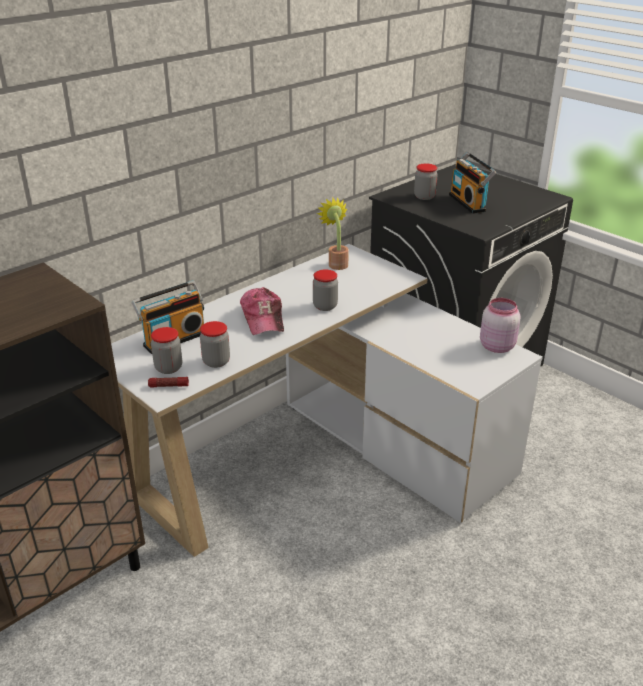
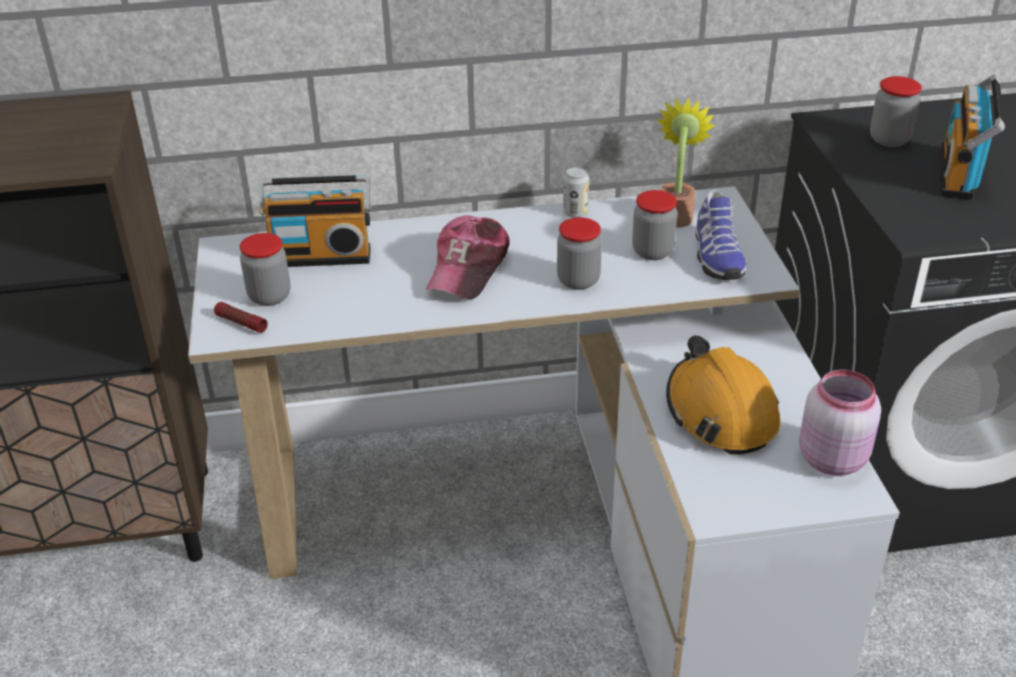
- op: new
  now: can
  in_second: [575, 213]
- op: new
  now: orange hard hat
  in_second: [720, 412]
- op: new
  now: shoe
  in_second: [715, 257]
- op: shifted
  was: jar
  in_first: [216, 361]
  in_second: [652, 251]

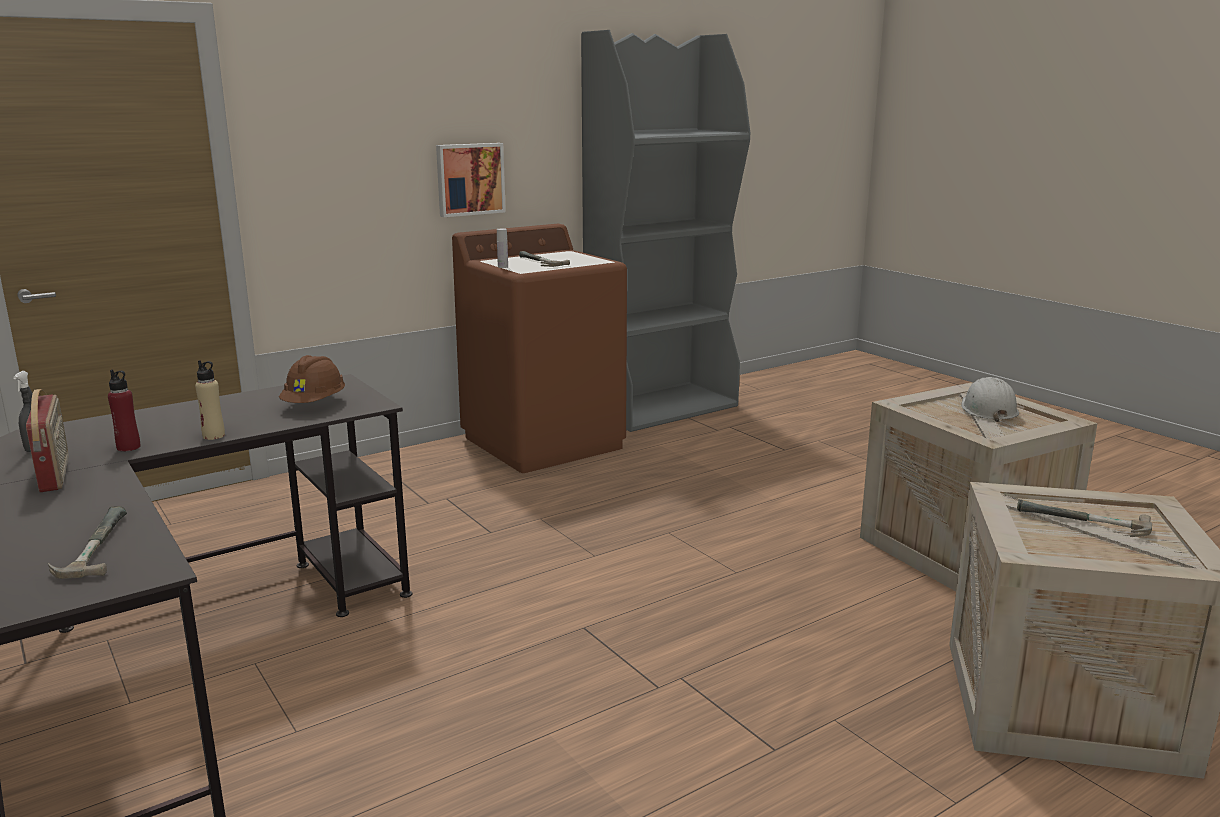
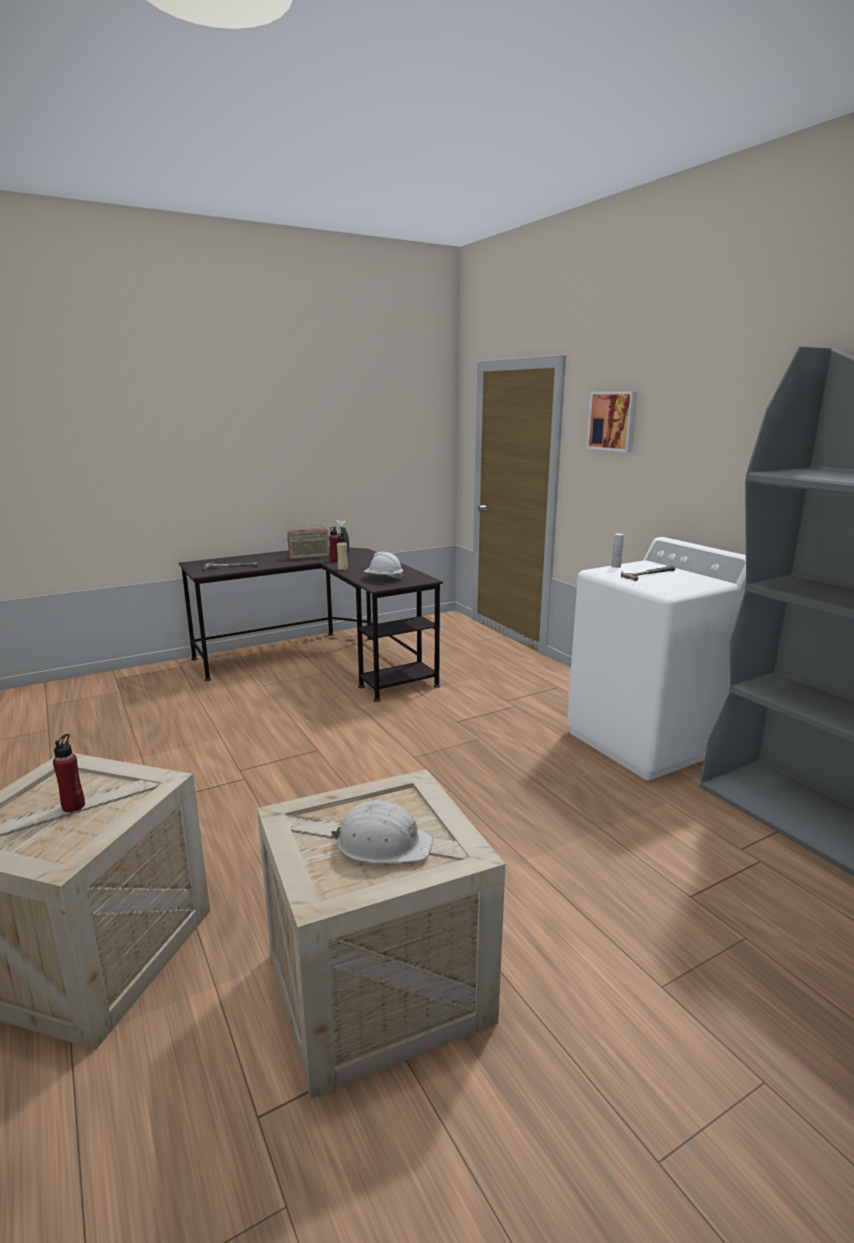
- op: shifted
  was: picture
  in_first: [469, 179]
  in_second: [613, 421]
- op: swapped
  was: hammer
  now: red bottle
  in_first: [1083, 523]
  in_second: [73, 806]
- op: repainted
  was: brown hard hat
  now: white hard hat
  in_first: [315, 404]
  in_second: [383, 578]
- op: repainted
  was: brown washing machine
  now: white washing machine
  in_first: [544, 442]
  in_second: [646, 741]

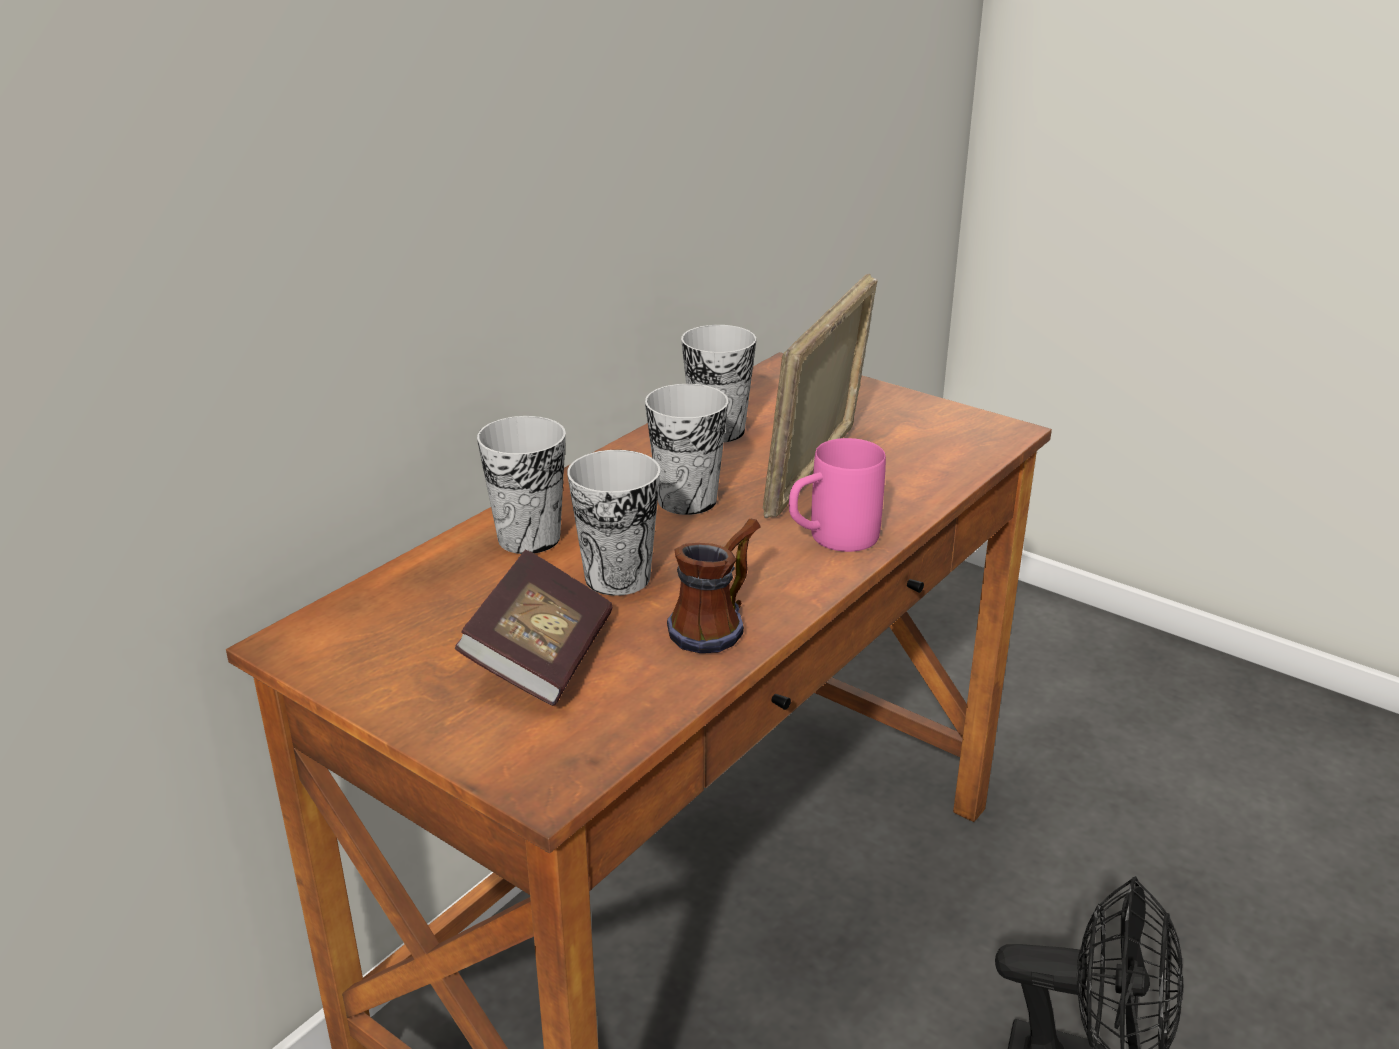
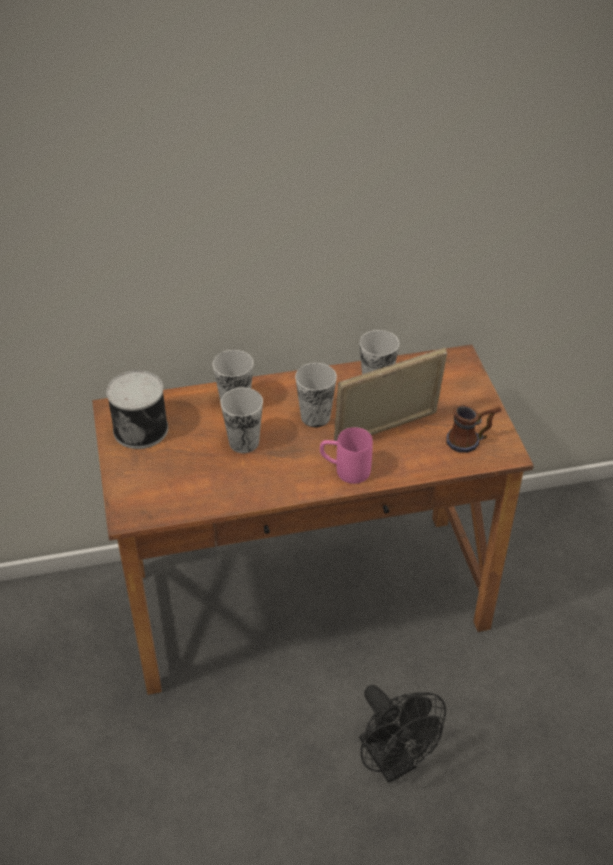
- op: gone
  was: book
  in_first: [541, 657]
- op: new
  now: can
  in_second: [141, 428]
- op: shifted
  was: mug
  in_first: [718, 623]
  in_second: [471, 440]

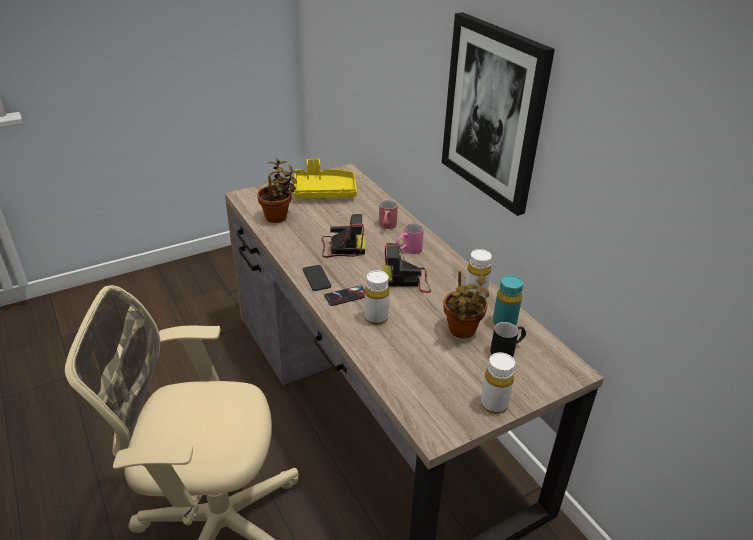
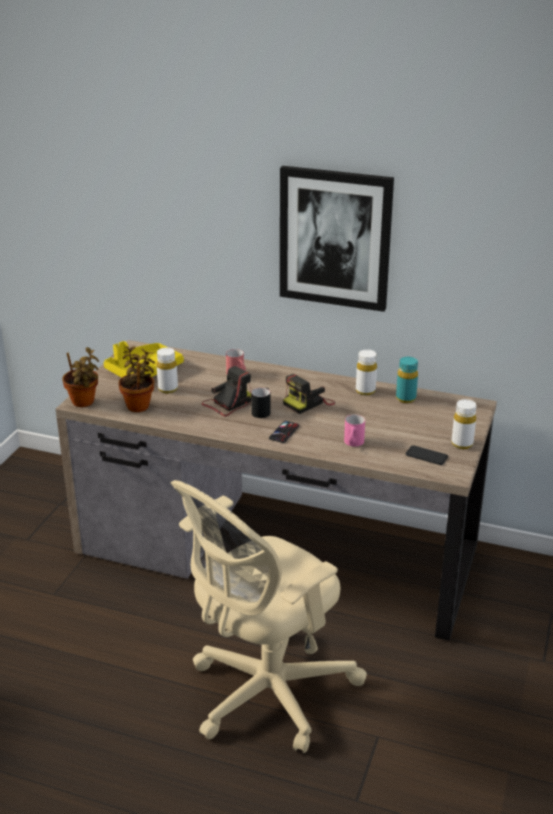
- op: shifted
  was: phone
  in_first: [316, 278]
  in_second: [426, 456]
- op: shifted
  was: white bottle
  in_first: [376, 318]
  in_second: [168, 389]
- op: shifted
  was: pink mug
  in_first: [408, 250]
  in_second: [353, 444]
- op: shifted
  was: potted plant
  in_first: [462, 332]
  in_second: [84, 403]
- op: shifted
  was: black mug
  in_first: [507, 350]
  in_second: [262, 410]

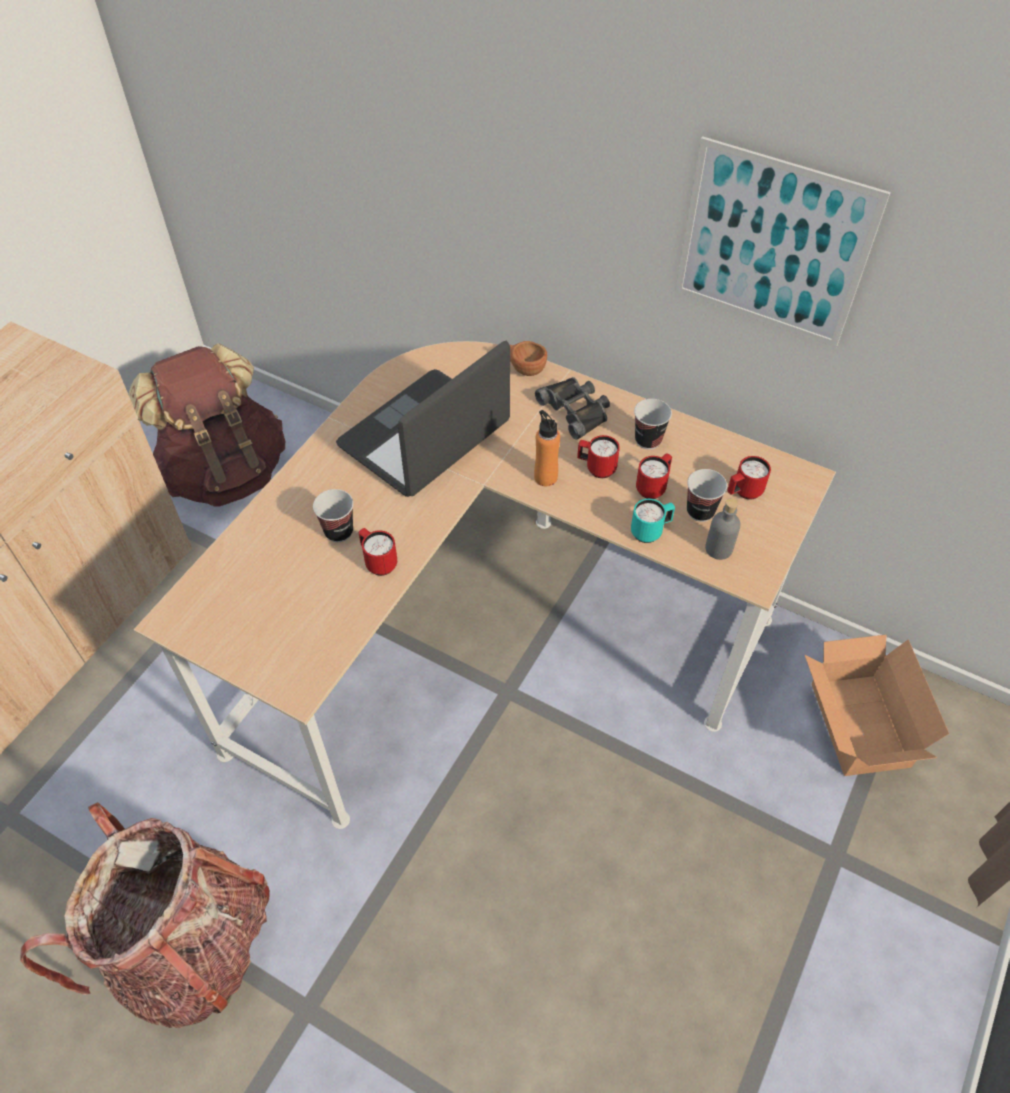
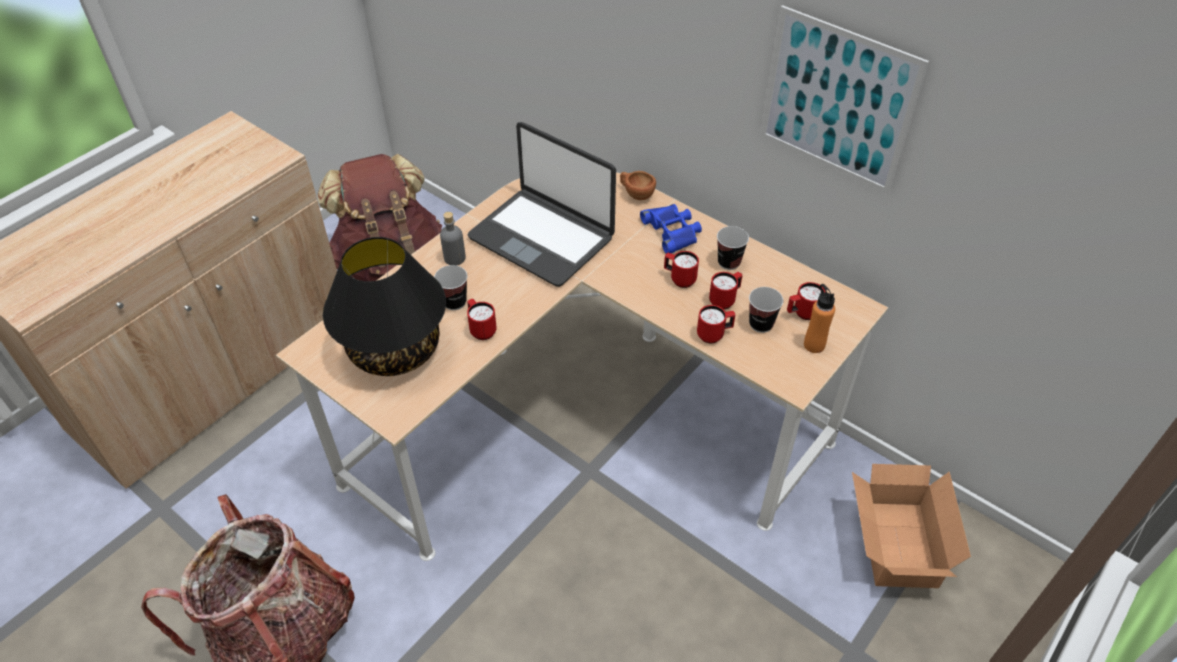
- op: new
  now: black table lamp
  in_second: [394, 349]
- op: shifted
  was: orange bottle
  in_first: [545, 477]
  in_second: [814, 345]
- op: shifted
  was: grey bottle
  in_first: [718, 548]
  in_second: [454, 258]
- op: repainted
  was: black binoculars
  now: blue binoculars
  in_first: [576, 410]
  in_second: [672, 231]
- op: repainted
  was: turquoise mug
  now: red mug
  in_first: [650, 531]
  in_second: [714, 335]
- op: rotated
  was: laptop
  in_first: [425, 436]
  in_second: [542, 237]
  clockwise: -105

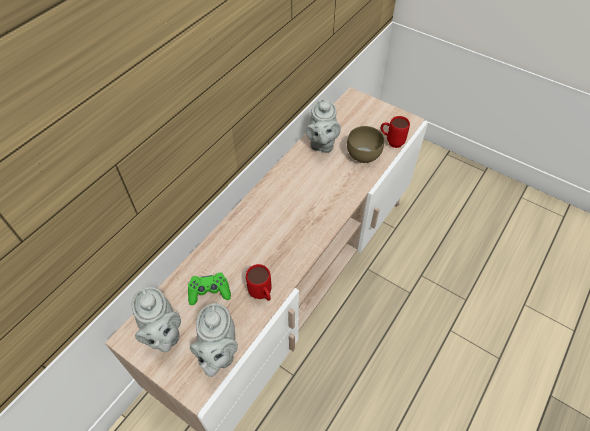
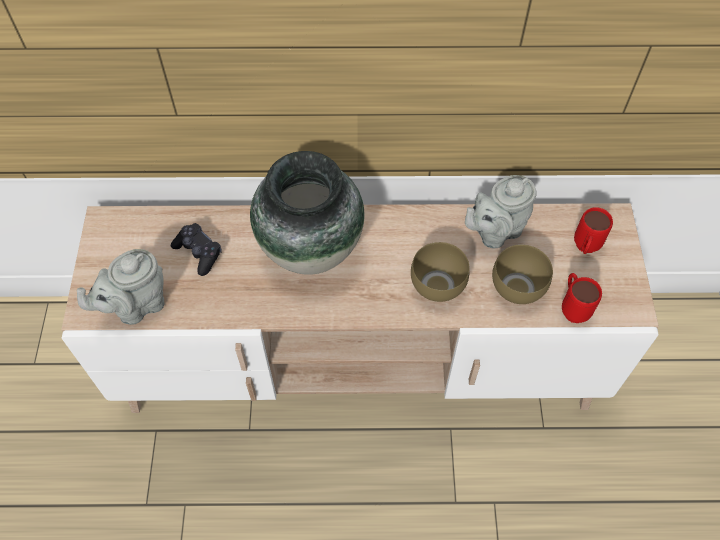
- op: gone
  was: grey teapot
  in_first: [163, 334]
- op: new
  now: vase
  in_second: [310, 250]
- op: new
  now: brown bowl
  in_second: [436, 284]
- op: shifted
  was: red mug
  in_first: [262, 295]
  in_second: [584, 249]
- op: repainted
  was: green game controller
  now: black game controller
  in_first: [209, 292]
  in_second: [198, 252]

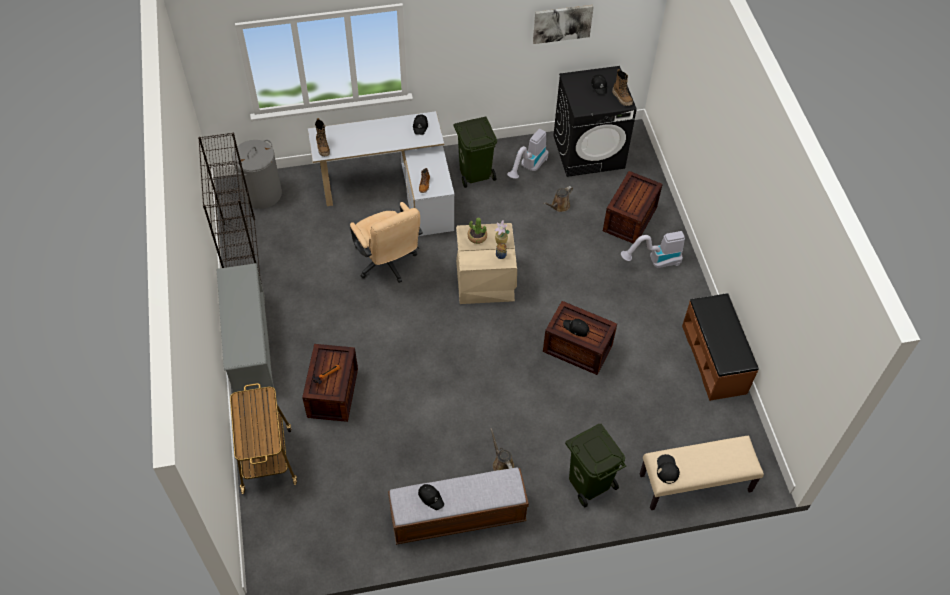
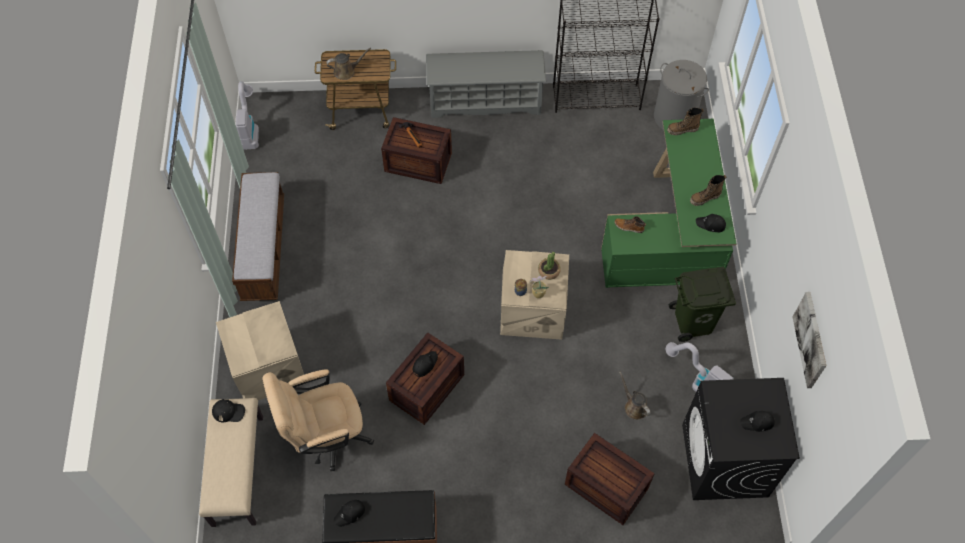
- op: shifted
  was: beige office chair
  in_first: [388, 264]
  in_second: [325, 436]
- op: shifted
  was: black cap
  in_first: [431, 497]
  in_second: [350, 514]
- op: shifted
  was: brown watering can
  in_first: [502, 464]
  in_second: [346, 71]
- op: shifted
  was: boot
  in_first: [622, 98]
  in_second: [705, 198]
- op: shifted
  was: vacuum cleaner
  in_first: [654, 262]
  in_second: [248, 129]
- op: swapped
  was: green trash can
  now: beige storage box
  in_first: [589, 482]
  in_second: [267, 367]
- op: repainted
  was: white desk
  now: green desk
  in_first: [394, 191]
  in_second: [670, 236]

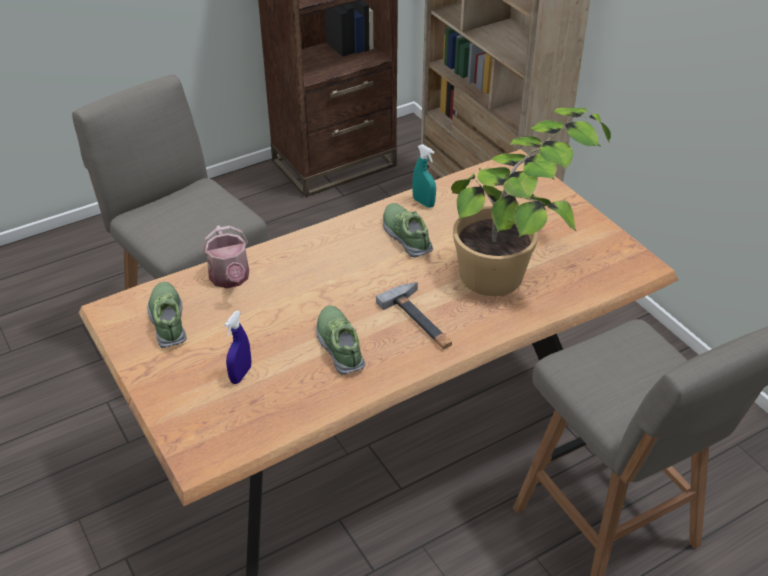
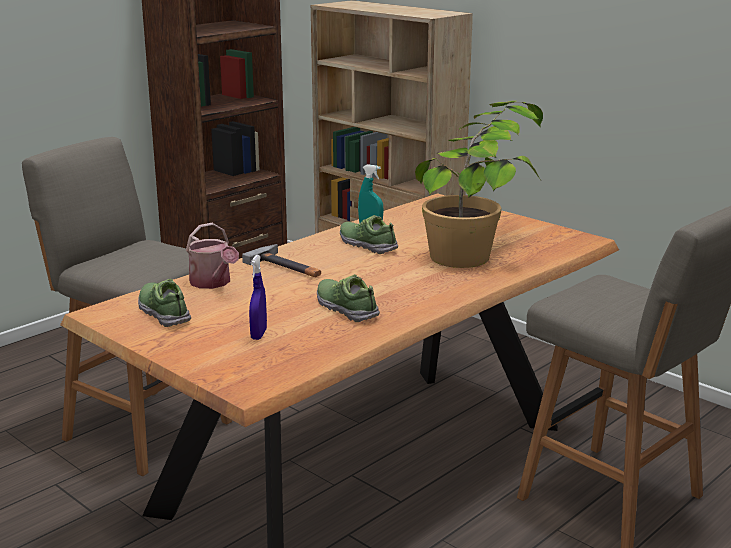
- op: shifted
  was: hammer
  in_first: [421, 320]
  in_second: [288, 267]

